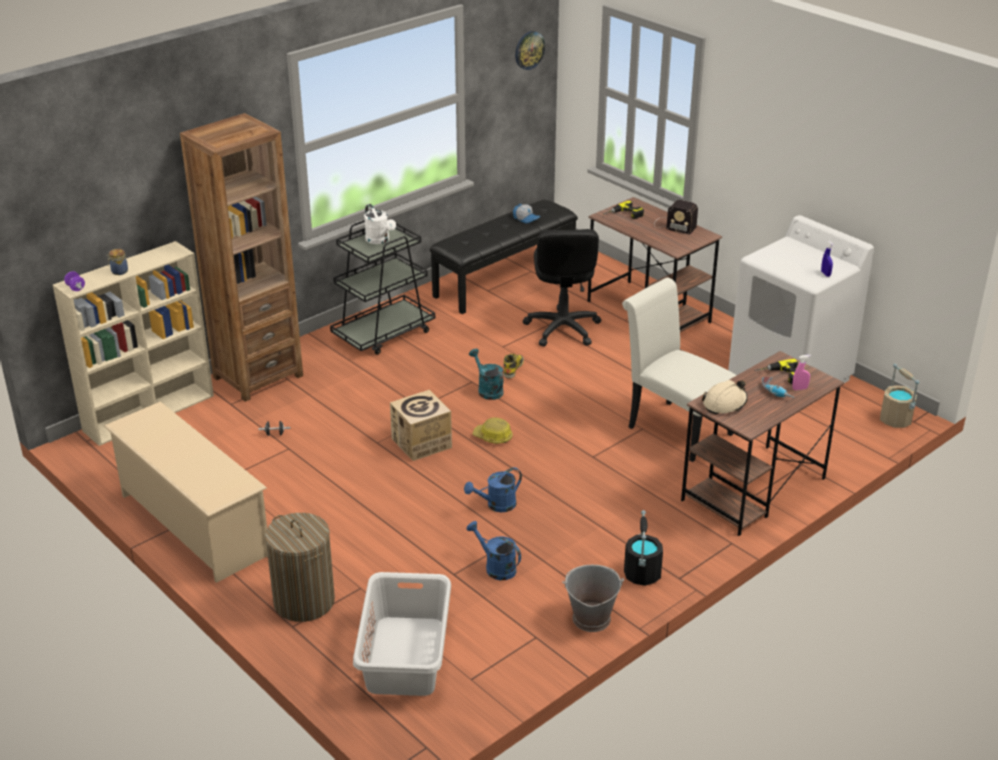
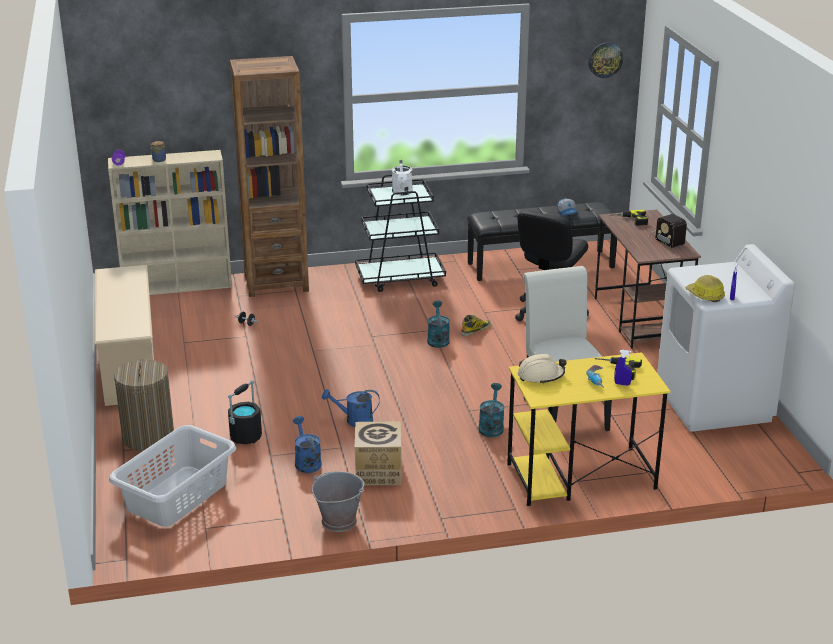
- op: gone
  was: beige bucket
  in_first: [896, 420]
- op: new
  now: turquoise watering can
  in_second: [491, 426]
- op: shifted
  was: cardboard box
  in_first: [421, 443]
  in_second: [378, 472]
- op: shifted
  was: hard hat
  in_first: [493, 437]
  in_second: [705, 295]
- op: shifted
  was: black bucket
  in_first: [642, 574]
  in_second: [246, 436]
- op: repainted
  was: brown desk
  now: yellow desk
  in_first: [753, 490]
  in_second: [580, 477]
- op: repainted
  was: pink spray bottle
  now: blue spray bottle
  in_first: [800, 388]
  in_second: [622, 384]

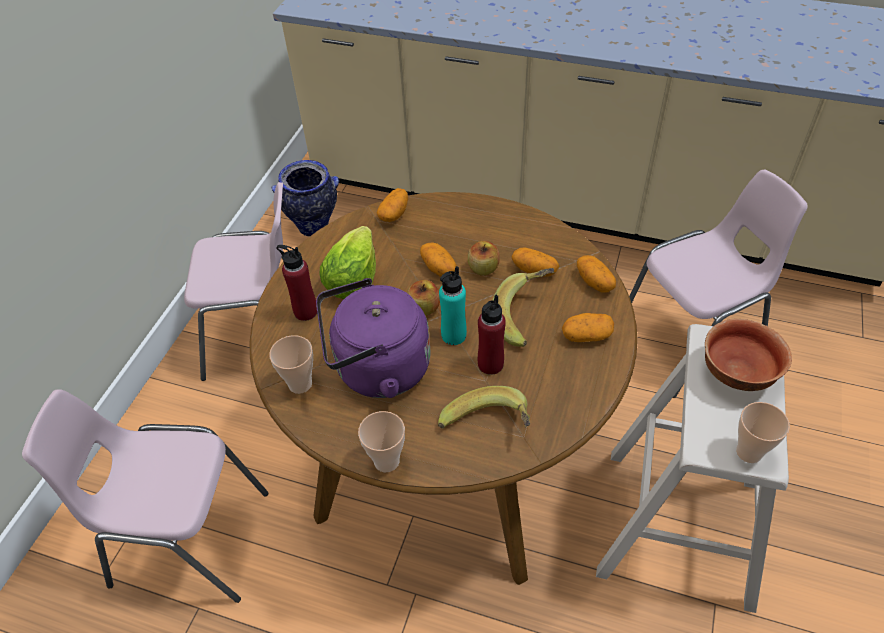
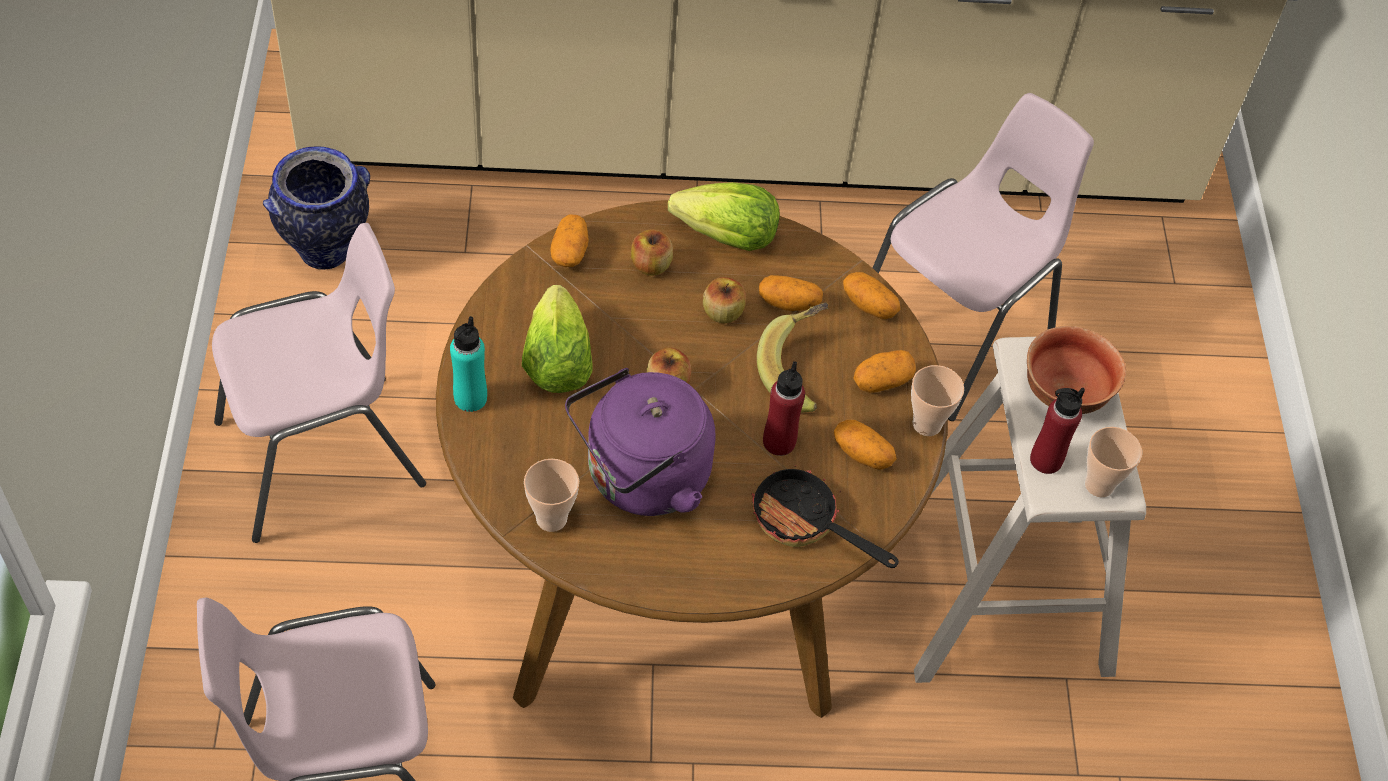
- op: new
  now: apple
  in_second: [651, 265]
- op: new
  now: lettuce
  in_second: [727, 237]
- op: shifted
  was: red bottle
  in_first: [305, 311]
  in_second: [1045, 460]
- op: shifted
  was: cup
  in_first: [386, 461]
  in_second: [927, 424]
- op: shifted
  was: potato
  in_first: [439, 268]
  in_second: [862, 454]
- op: shifted
  was: turquoise bottle
  in_first: [453, 335]
  in_second: [470, 398]
- op: swapped
  was: banana
  now: frying pan
  in_first: [487, 428]
  in_second: [805, 523]

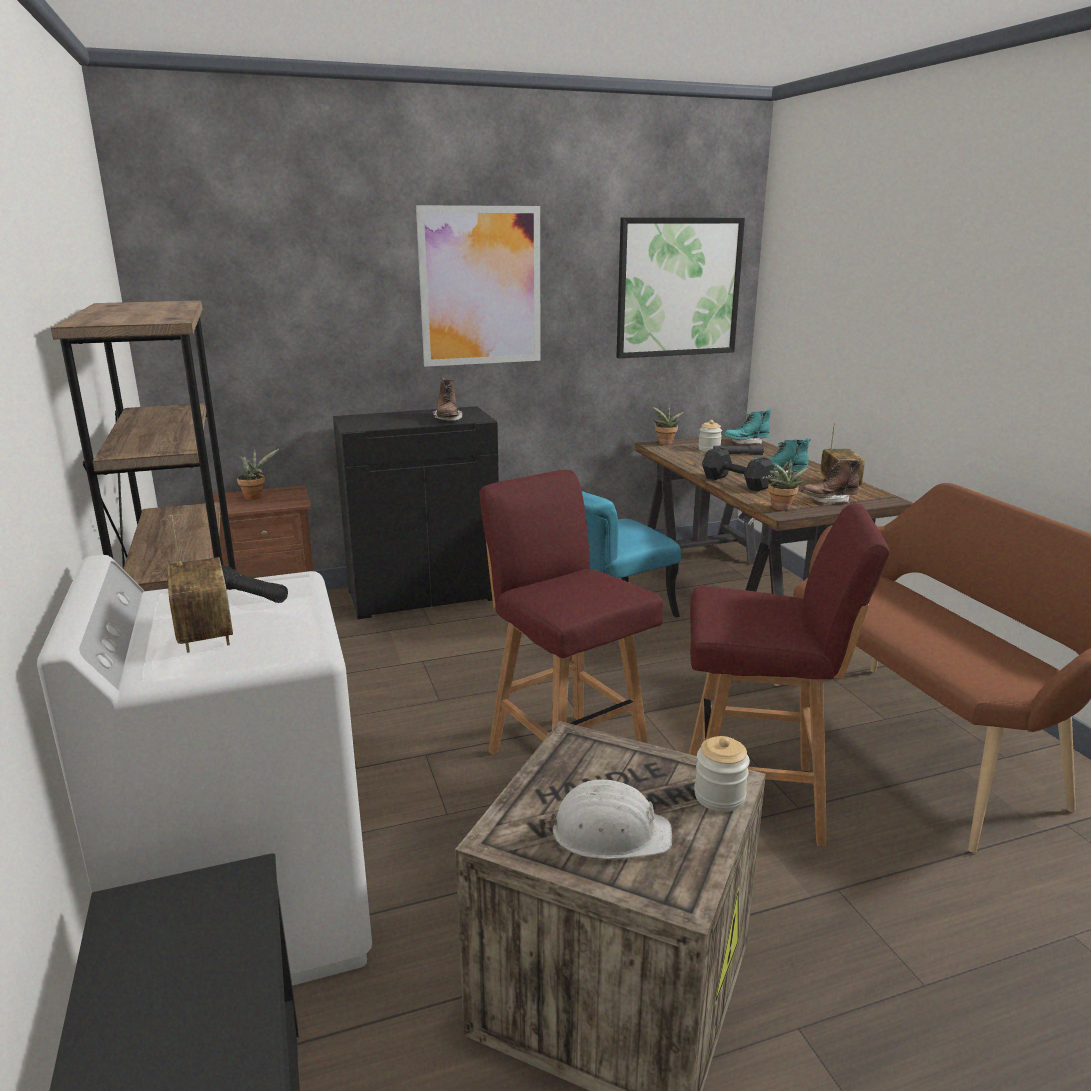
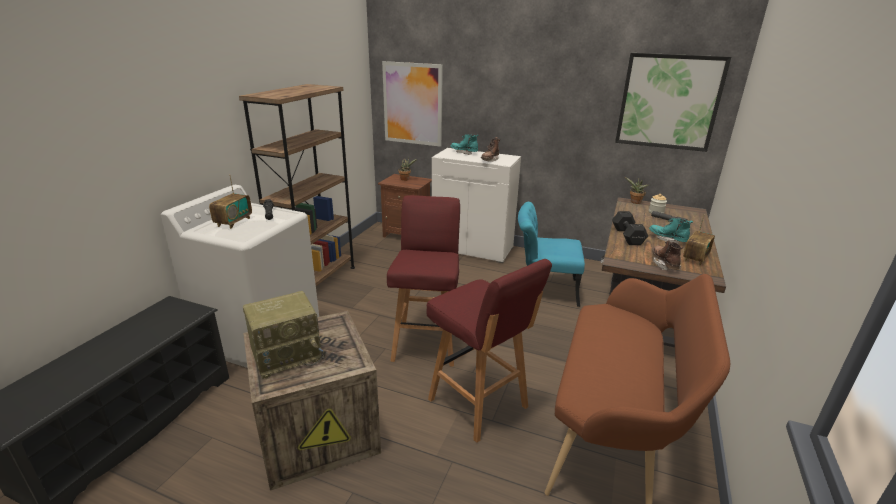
- op: gone
  was: jar
  in_first: [719, 796]
- op: gone
  was: potted plant
  in_first: [781, 509]
- op: shifted
  was: picture
  in_first: [480, 286]
  in_second: [412, 104]
- op: shifted
  was: turquoise boot
  in_first: [746, 443]
  in_second: [464, 152]
- op: swapped
  was: white hard hat
  now: radio
  in_first: [609, 833]
  in_second: [288, 355]
- op: repainted
  was: black cabinet
  now: white cabinet
  in_first: [424, 594]
  in_second: [473, 248]
- op: rotated
  was: brown boot
  in_first: [828, 500]
  in_second: [664, 264]
  clockwise: 60

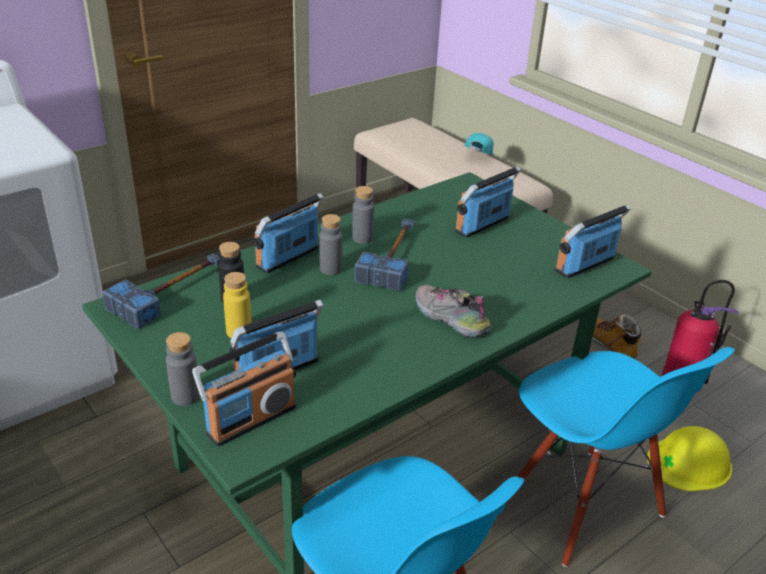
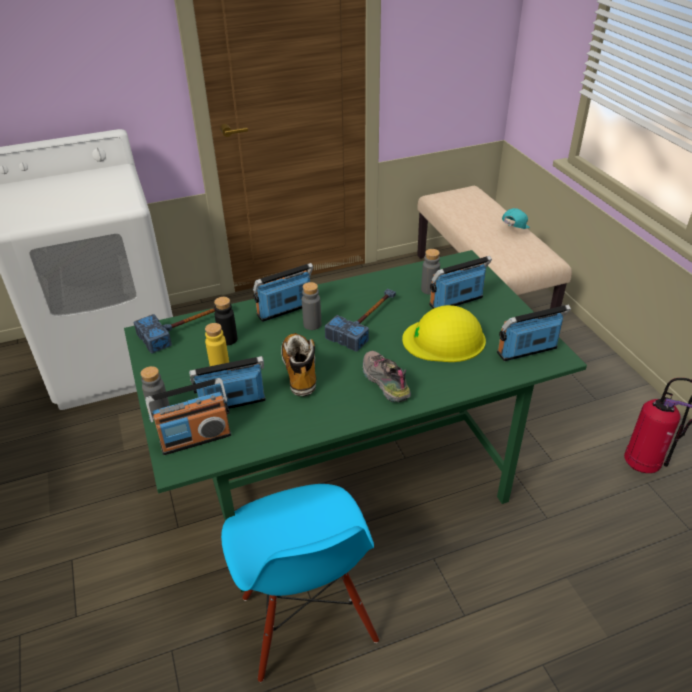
- op: gone
  was: blue chair
  in_first: [583, 505]
- op: shifted
  was: grey bottle
  in_first: [362, 238]
  in_second: [429, 289]
- op: shifted
  was: boot
  in_first: [609, 345]
  in_second: [300, 371]
- op: shifted
  was: yellow hard hat
  in_first: [689, 462]
  in_second: [444, 340]

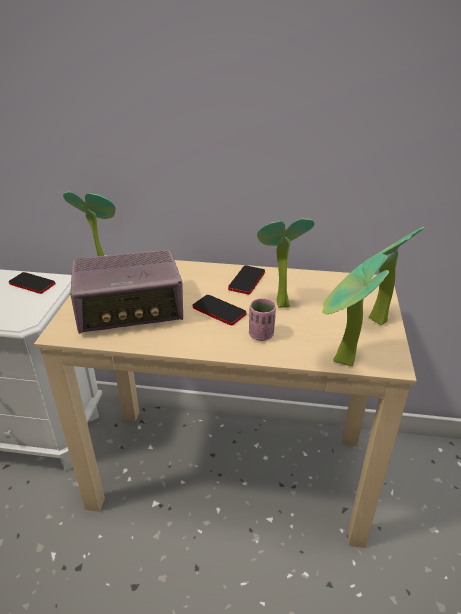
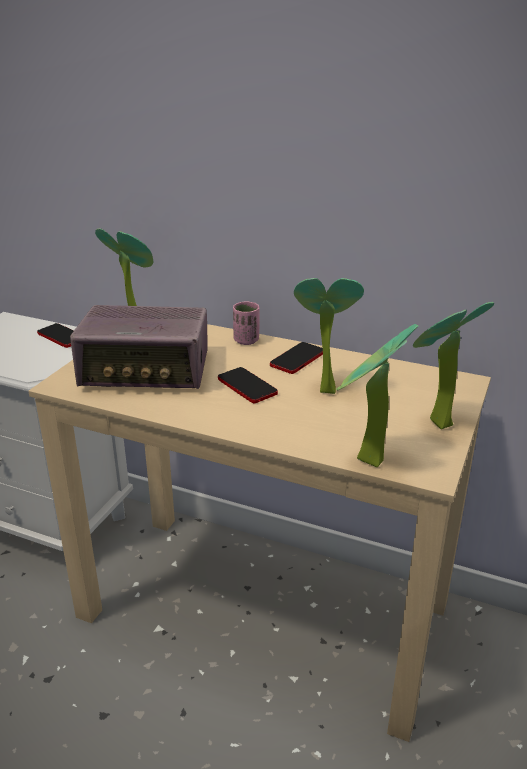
- op: shifted
  was: pink cup
  in_first: [261, 335]
  in_second: [246, 340]

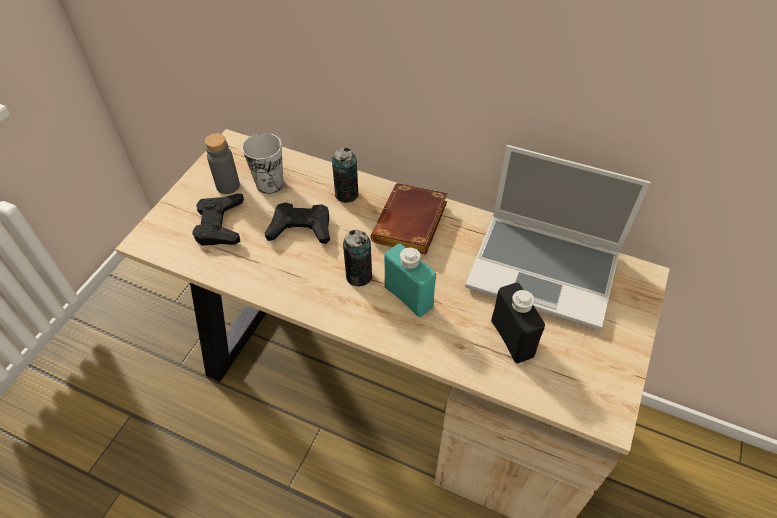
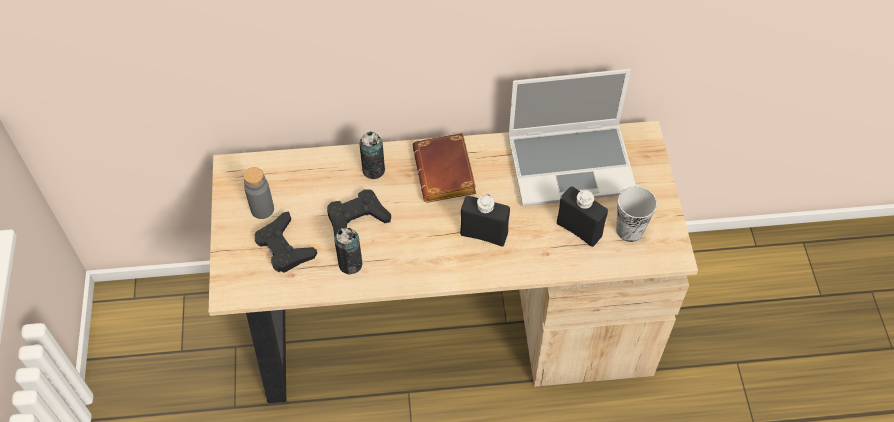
- op: shifted
  was: cup
  in_first: [269, 184]
  in_second: [629, 230]
- op: shifted
  was: can
  in_first: [359, 276]
  in_second: [350, 264]
- op: repainted
  was: turquoise bottle
  now: black bottle
  in_first: [408, 297]
  in_second: [484, 234]

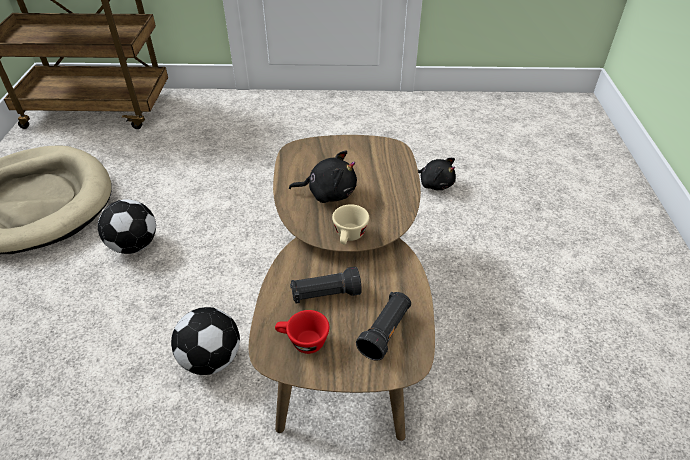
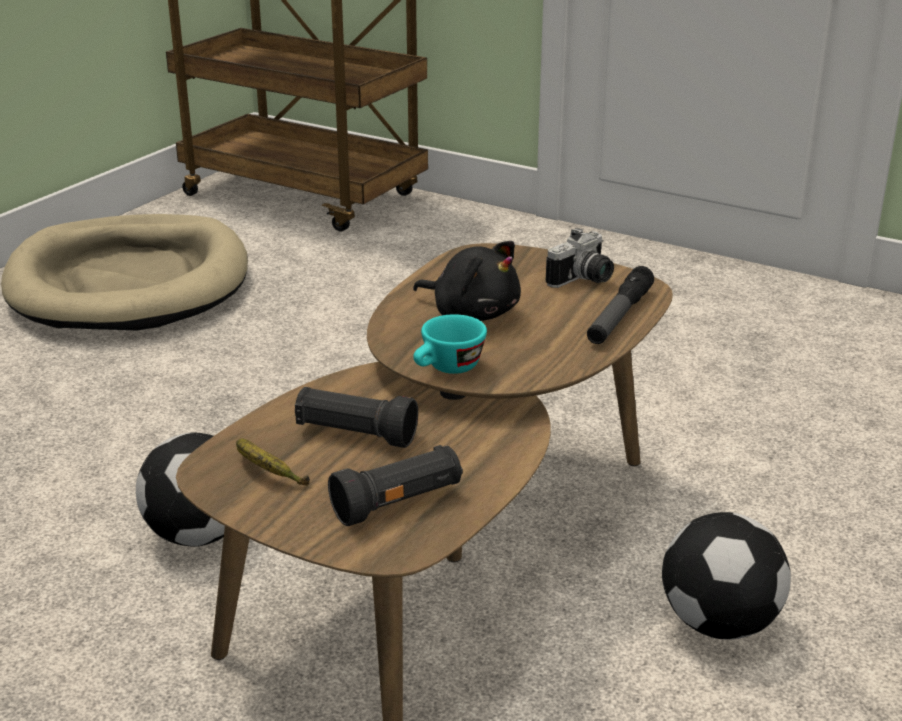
- op: gone
  was: black plush toy
  in_first: [434, 183]
- op: new
  now: photo camera
  in_second: [584, 280]
- op: new
  now: flashlight
  in_second: [619, 316]
- op: shifted
  was: football
  in_first: [134, 246]
  in_second: [717, 624]
- op: swapped
  was: red cup
  now: banana
  in_first: [302, 342]
  in_second: [267, 472]
- op: repainted
  was: beige cup
  now: turquoise cup
  in_first: [349, 237]
  in_second: [447, 369]

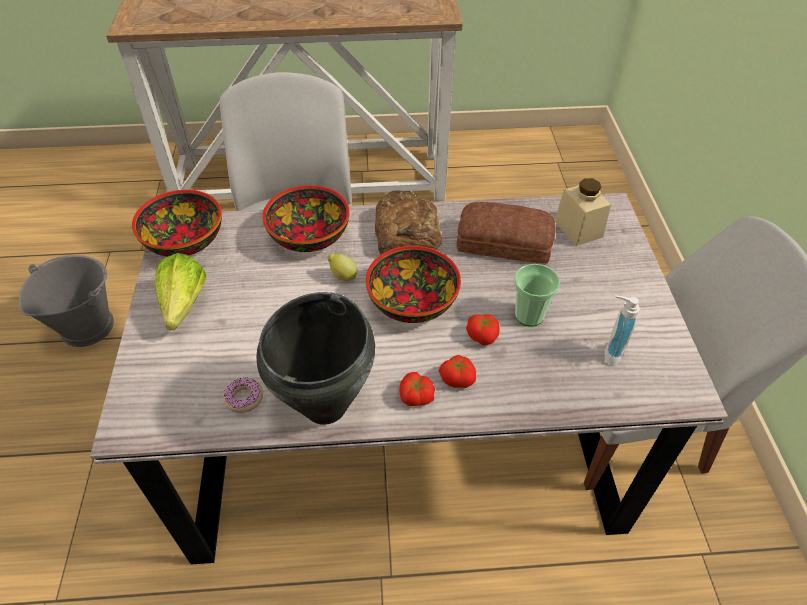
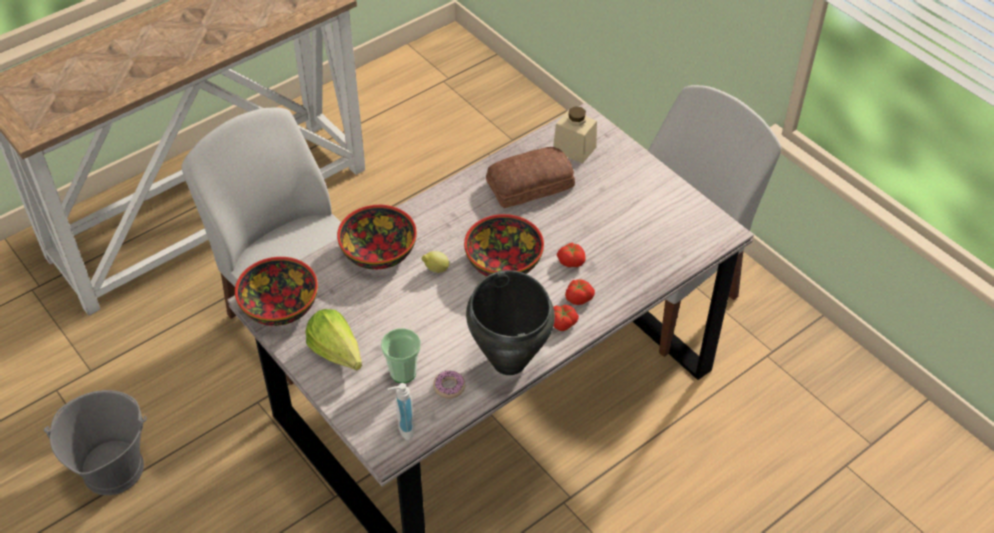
- op: gone
  was: bread
  in_first: [406, 233]
- op: shifted
  was: cup
  in_first: [529, 315]
  in_second: [403, 372]
- op: shifted
  was: soap dispenser
  in_first: [609, 352]
  in_second: [402, 429]

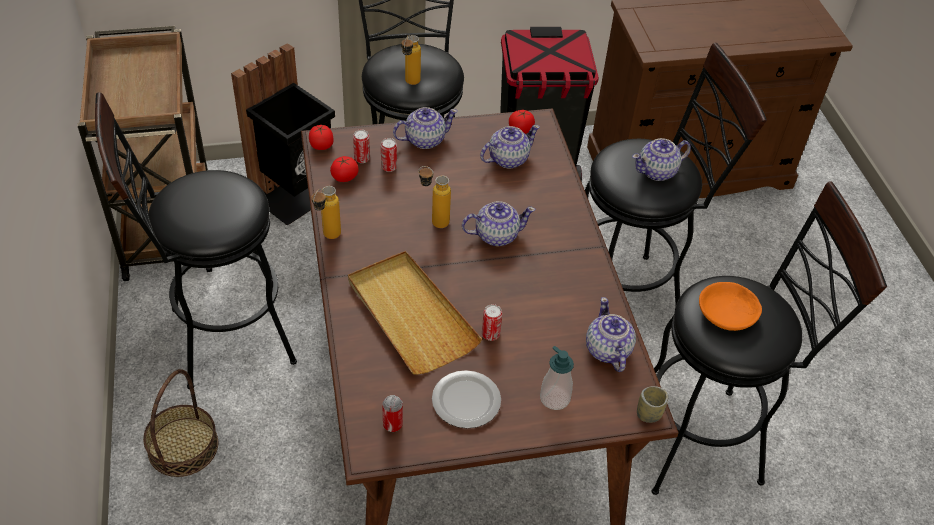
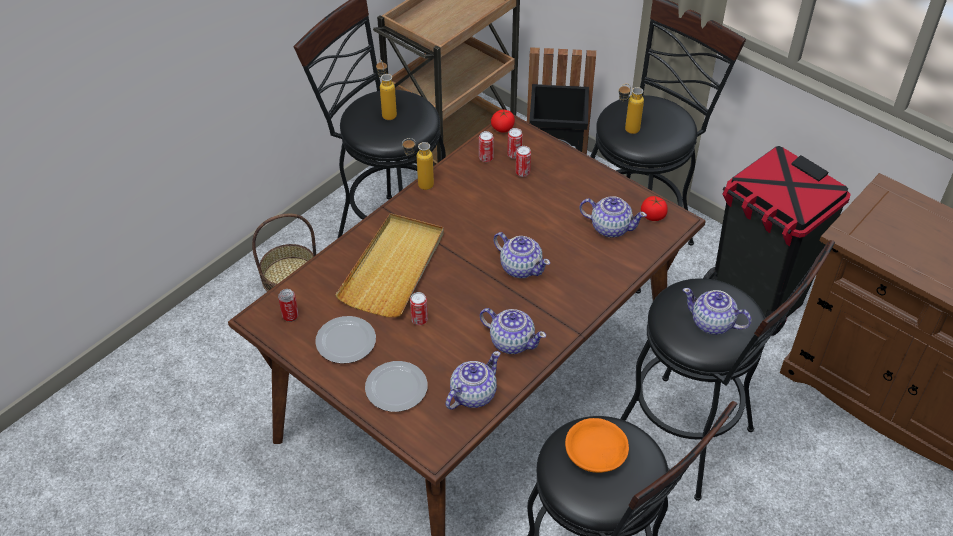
- op: gone
  was: cup
  in_first: [648, 414]
- op: shifted
  was: teapot
  in_first: [424, 140]
  in_second: [511, 341]
- op: shifted
  was: bottle
  in_first: [433, 221]
  in_second: [387, 112]
- op: swapped
  was: tomato
  now: can
  in_first: [344, 177]
  in_second: [486, 158]
- op: swapped
  was: soap dispenser
  now: plate
  in_first: [554, 398]
  in_second: [395, 388]

